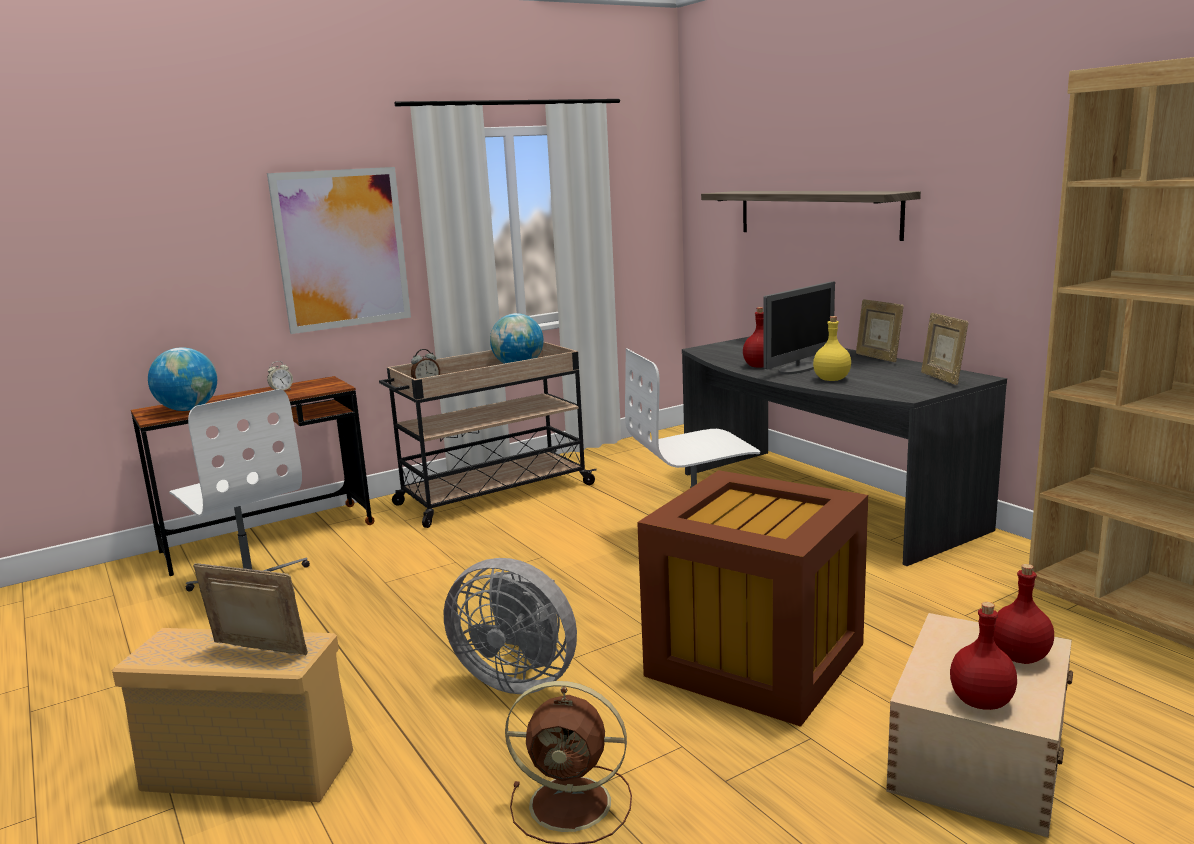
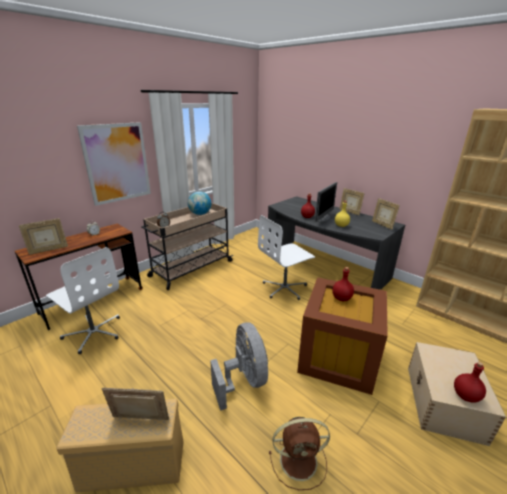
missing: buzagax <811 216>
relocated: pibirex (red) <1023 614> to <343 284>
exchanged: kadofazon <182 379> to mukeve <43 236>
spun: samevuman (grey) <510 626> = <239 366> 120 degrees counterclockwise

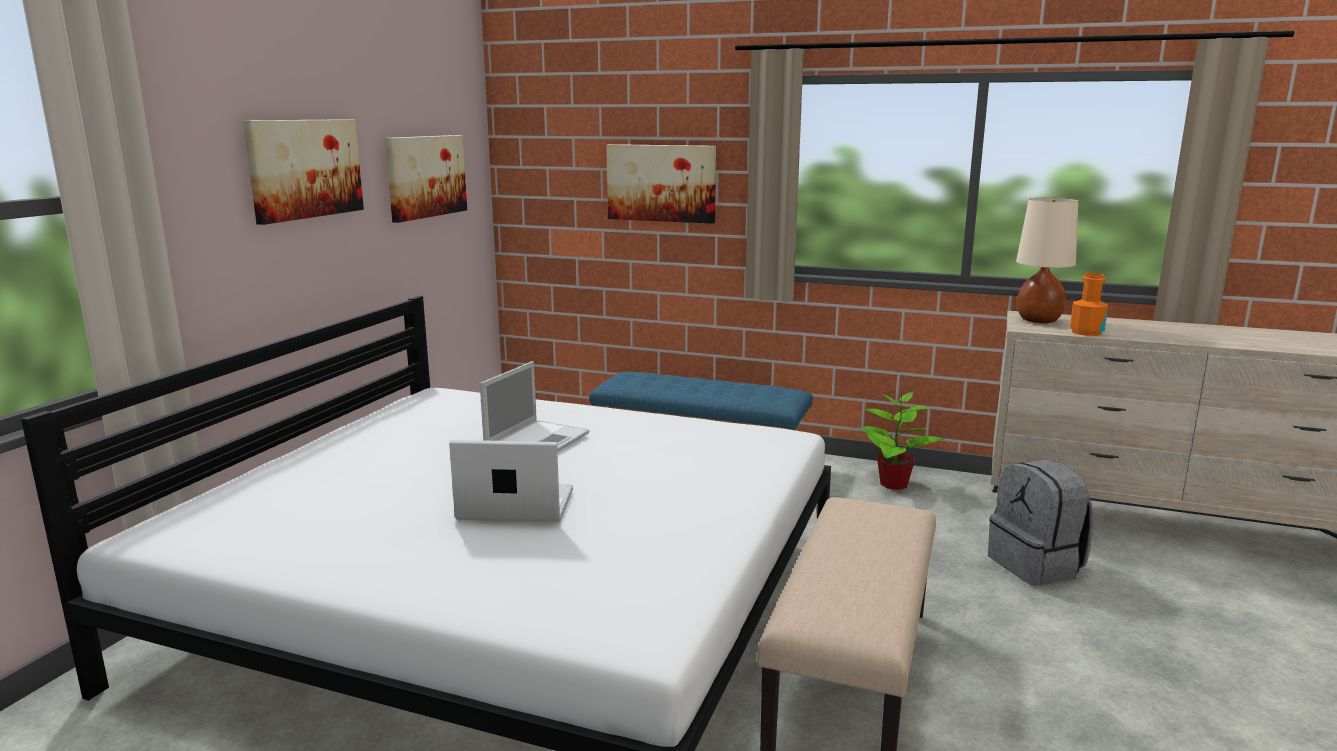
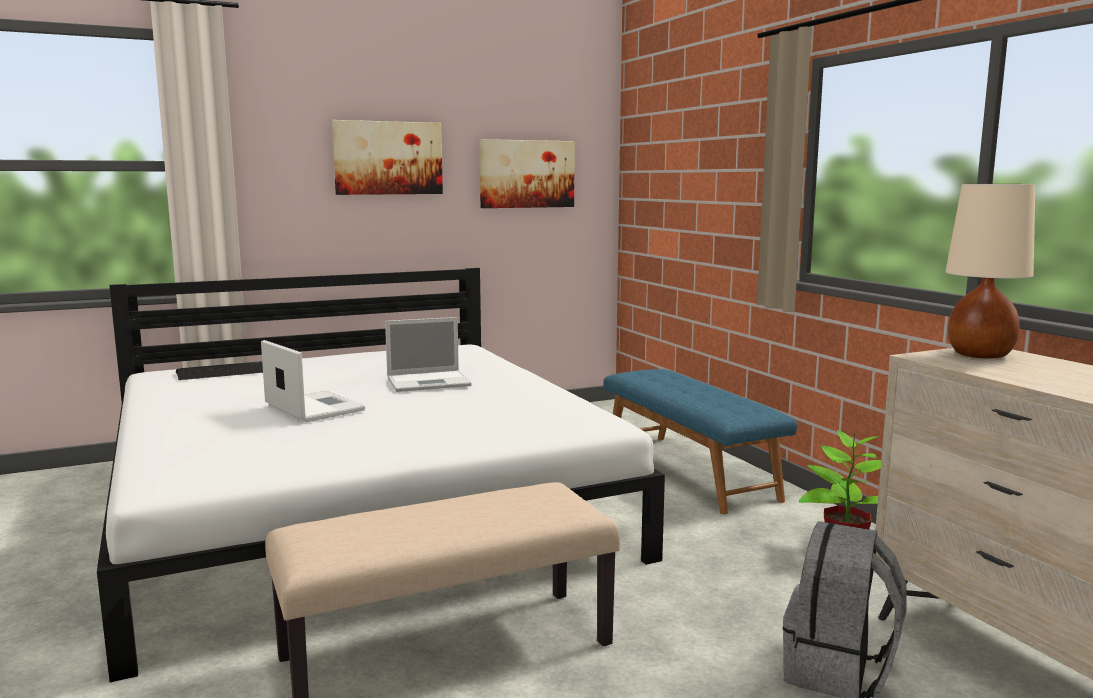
missing: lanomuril <661 183>; pibirex (orange) <1089 304>
appeared: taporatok <219 370>

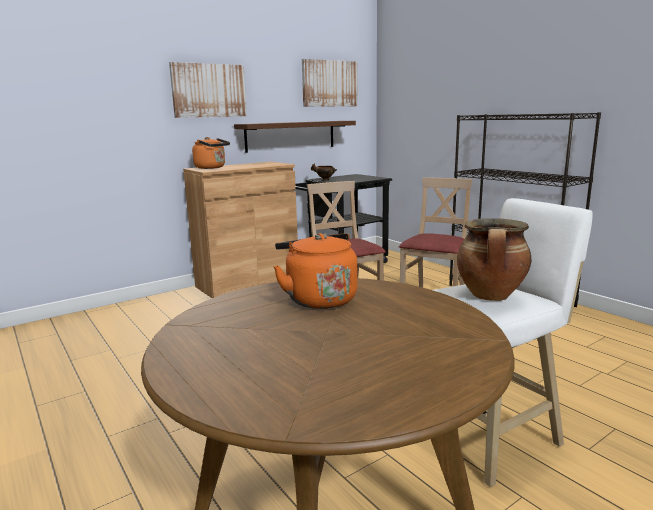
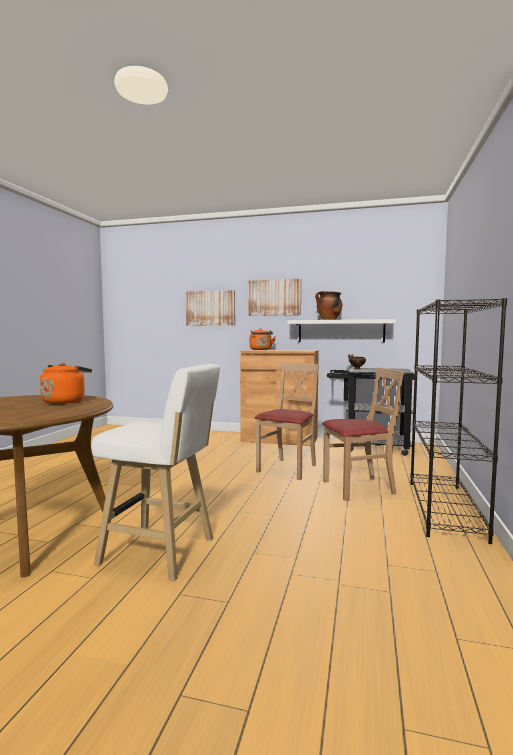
relocated: lanomuril <330 83> to <210 308>; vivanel <494 259> to <328 305>
colour: buzagax (brown) <295 137> to buzagax (white) <341 330>

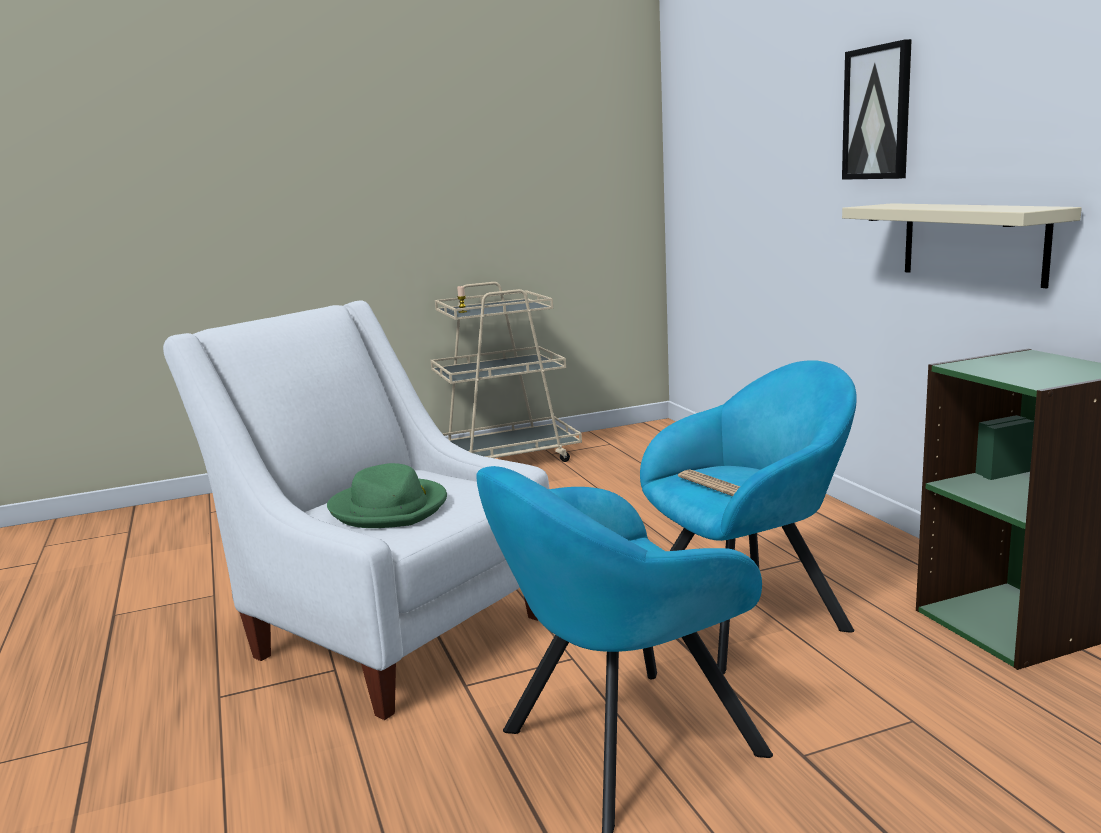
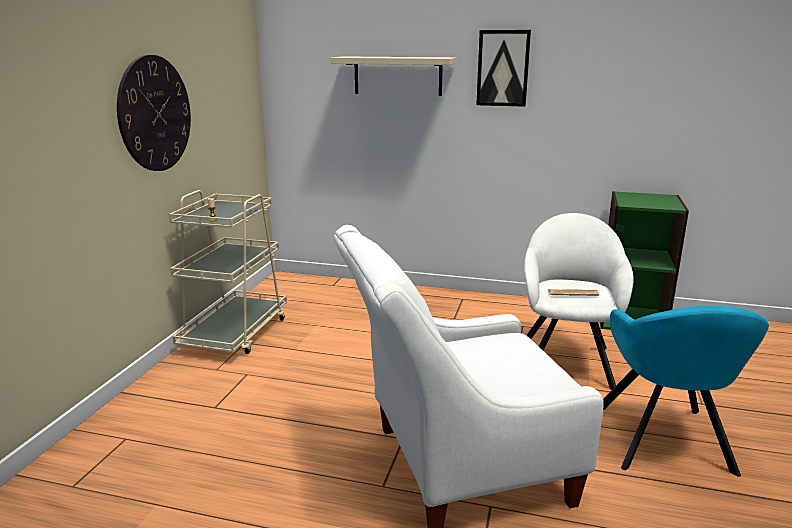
missing: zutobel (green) <387 495>
appeared: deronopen <154 113>
relocated: buzagax (beige) <962 245> to <393 76>
colour: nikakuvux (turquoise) <748 517> to nikakuvux (white) <579 301>

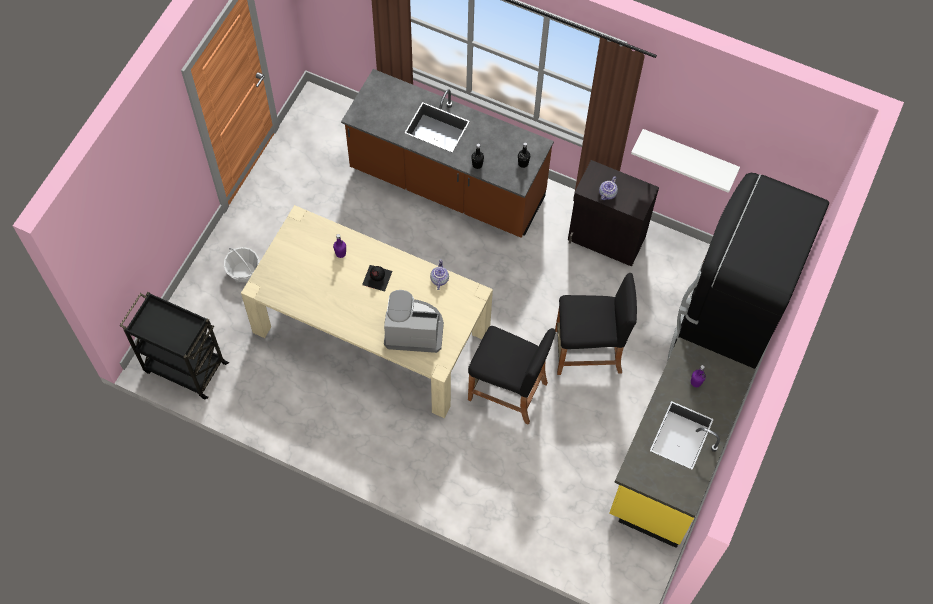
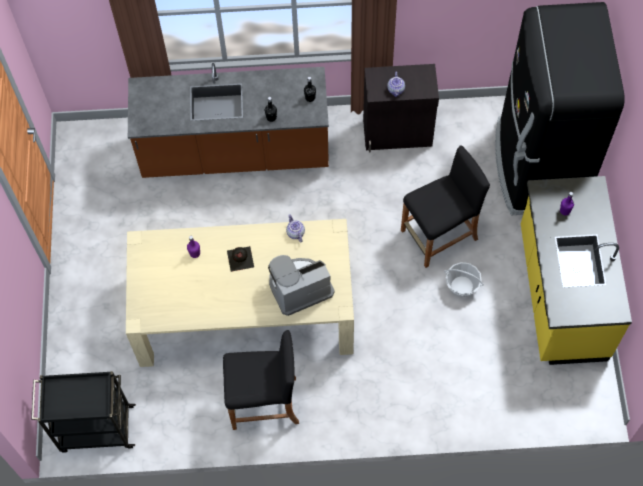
missing: buzagax (white) <685 161>
relocated: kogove <242 264> to <464 279>; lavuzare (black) <511 375> to <261 380>

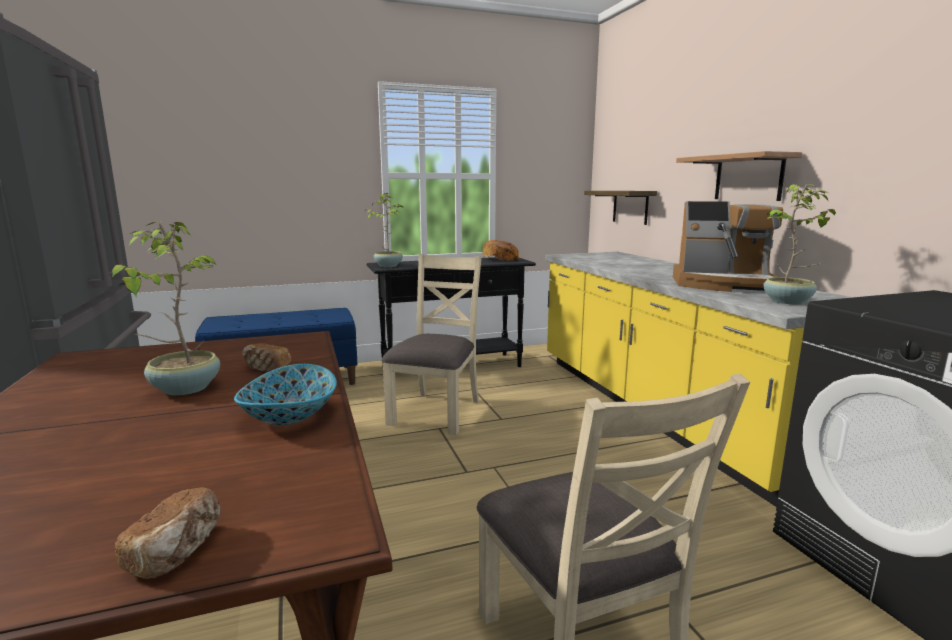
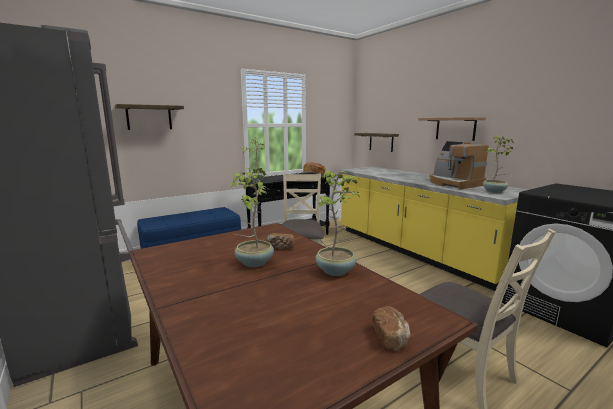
appeared: buzagax <149 117>
exchanged: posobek <285 394> to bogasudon <337 223>
spun: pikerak <728 246> = <459 165> 60 degrees clockwise

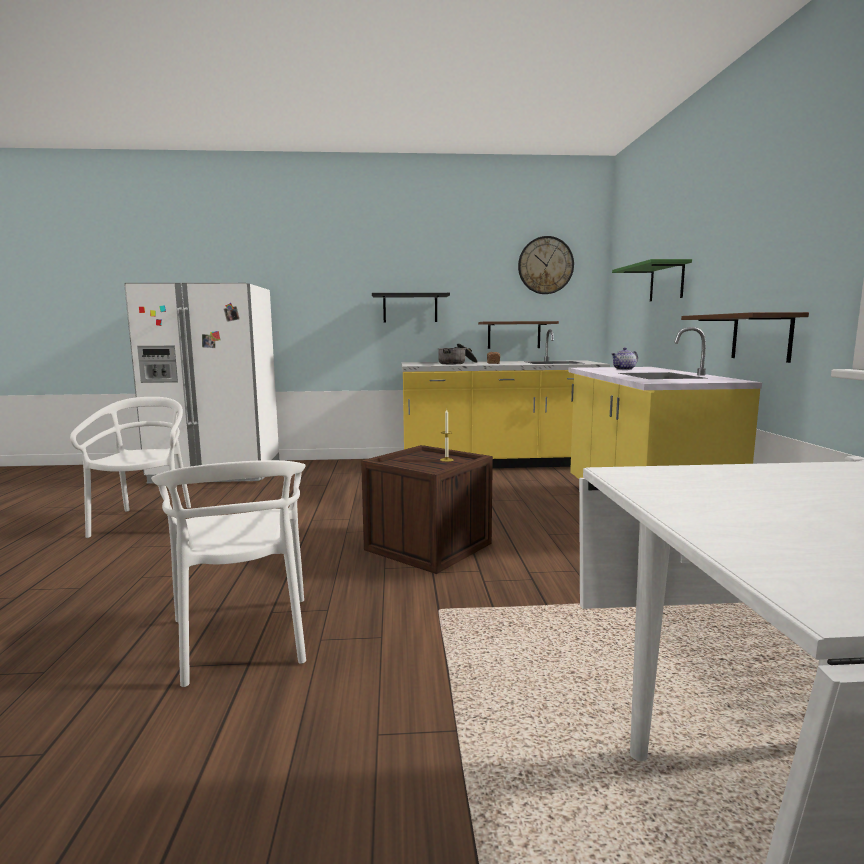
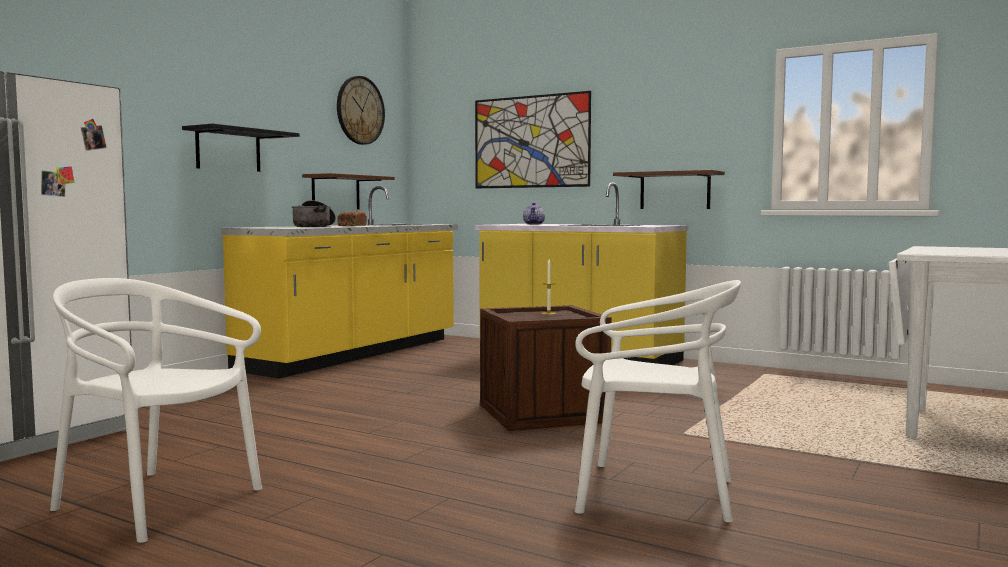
exchanged: buzagax (green) <652 280> to lanomuril <533 139>

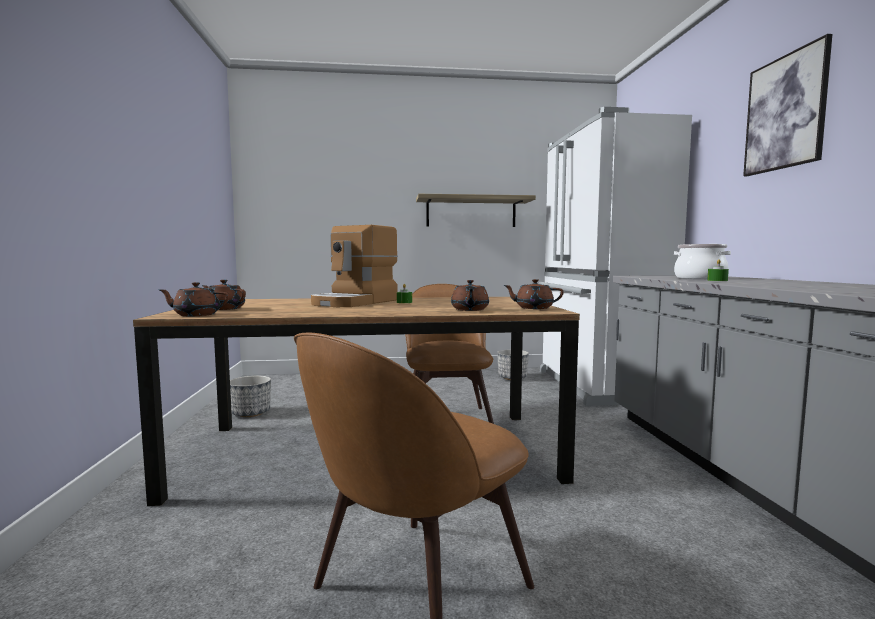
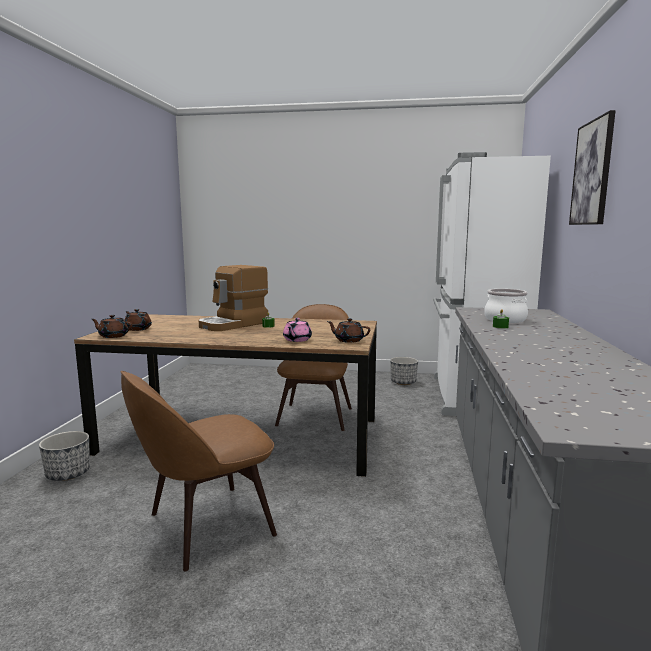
missing: buzagax <476 210>
relocated: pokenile <250 396> to <64 456>
colour: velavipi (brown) <470 295> to velavipi (pink) <297 330>

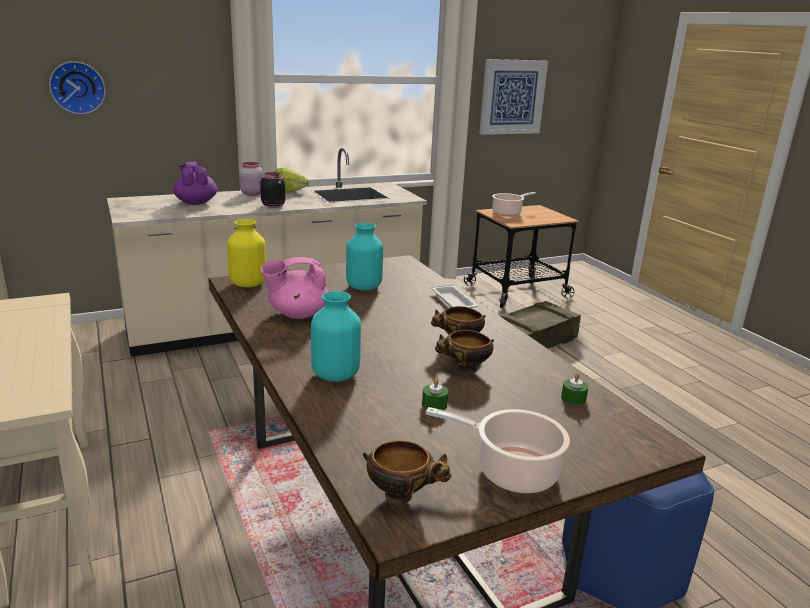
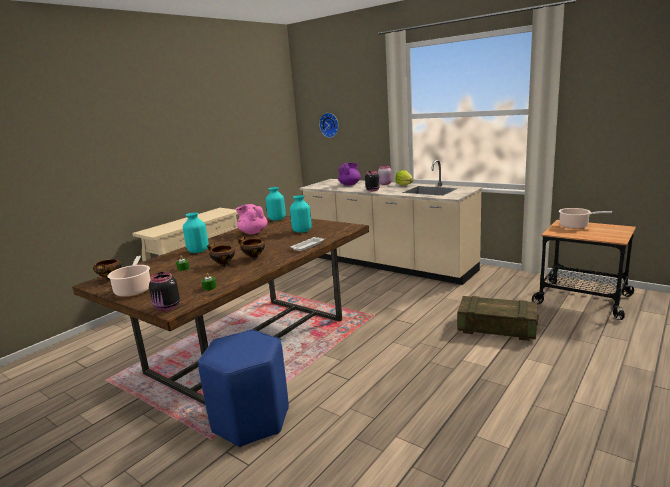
missing: lanomuril <513 97>
appeared: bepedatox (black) <164 291>
colour: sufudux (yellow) <246 253> to sufudux (turquoise) <276 204>

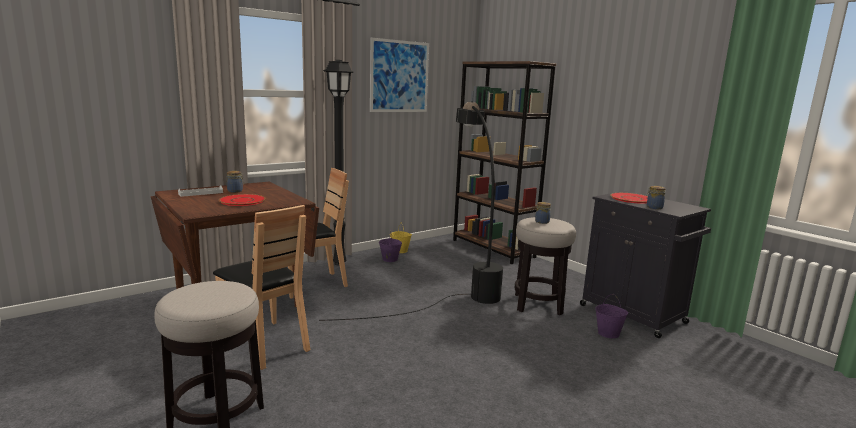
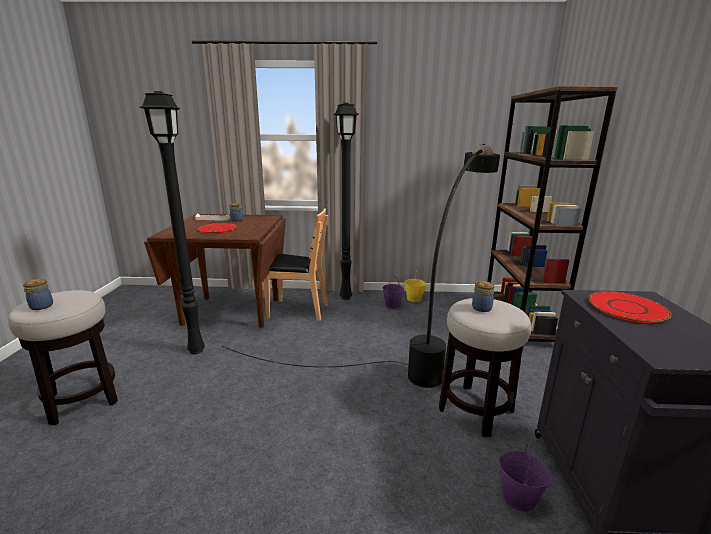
missing: lanomuril <399 75>
relocated: bepedatox <656 197> to <38 294>
exchanged: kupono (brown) <261 287> to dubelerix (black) <172 222>

